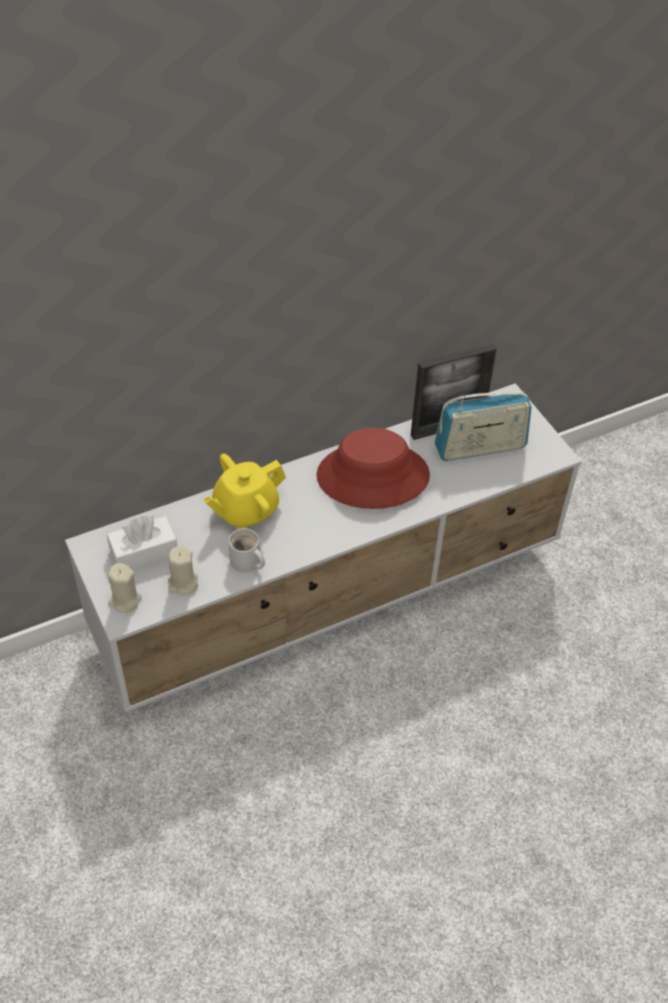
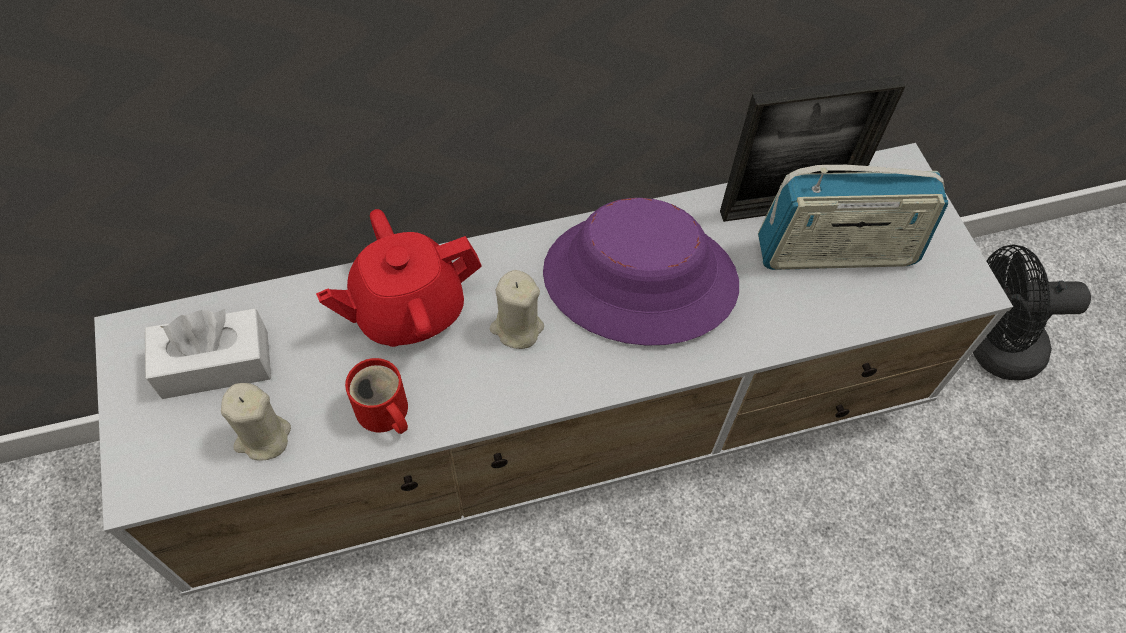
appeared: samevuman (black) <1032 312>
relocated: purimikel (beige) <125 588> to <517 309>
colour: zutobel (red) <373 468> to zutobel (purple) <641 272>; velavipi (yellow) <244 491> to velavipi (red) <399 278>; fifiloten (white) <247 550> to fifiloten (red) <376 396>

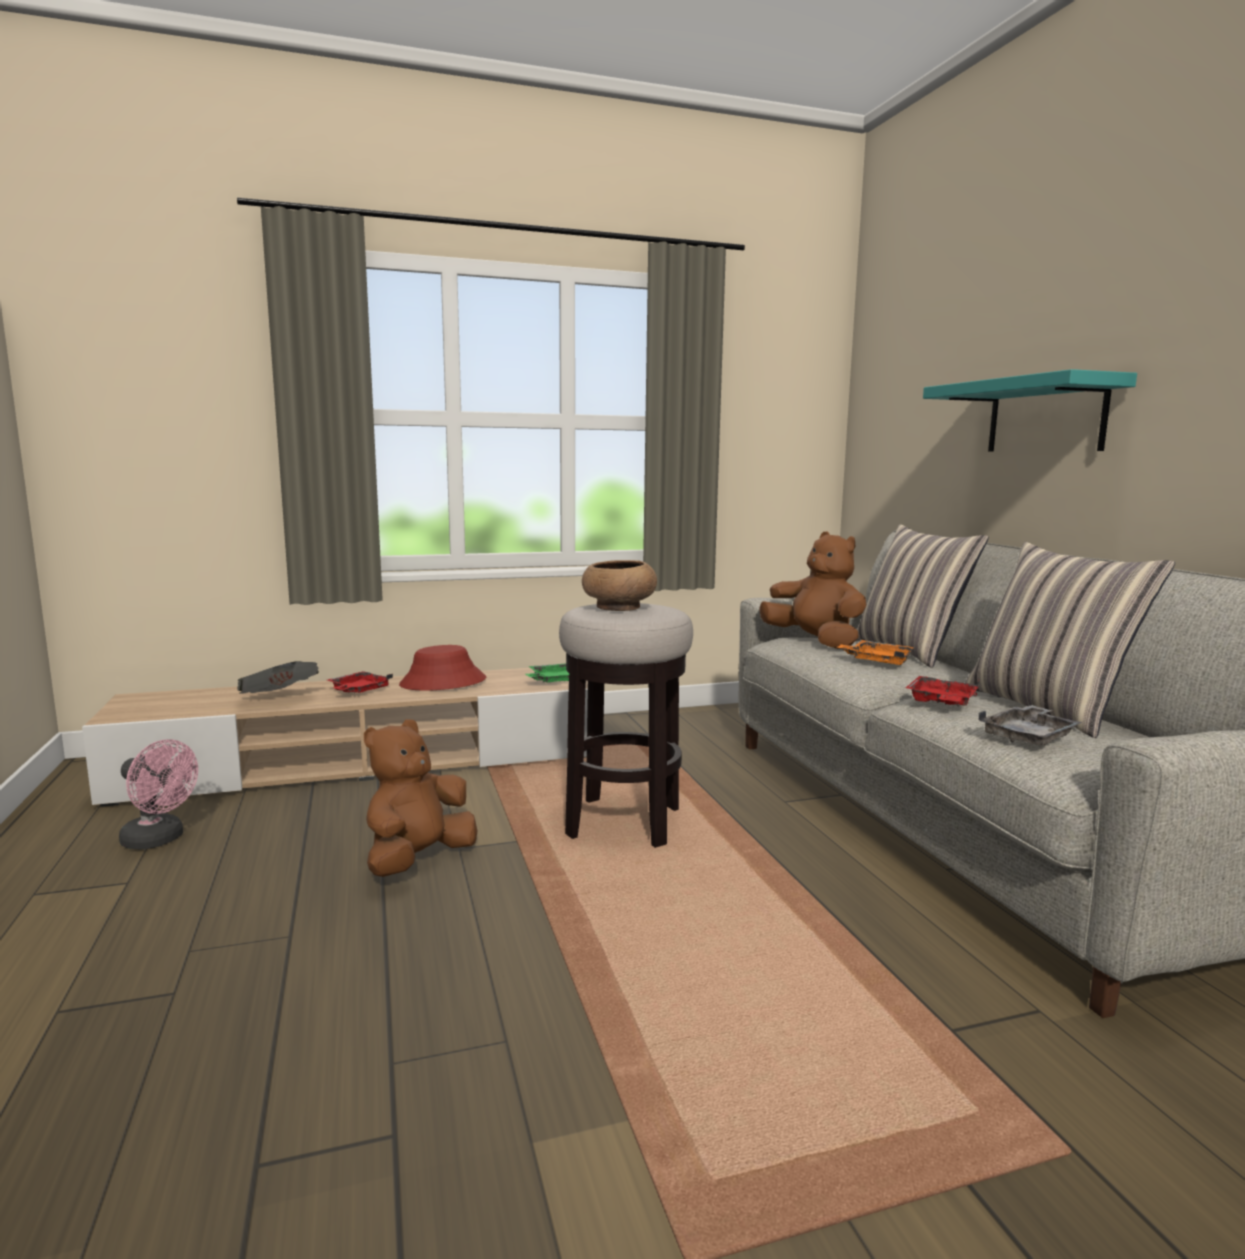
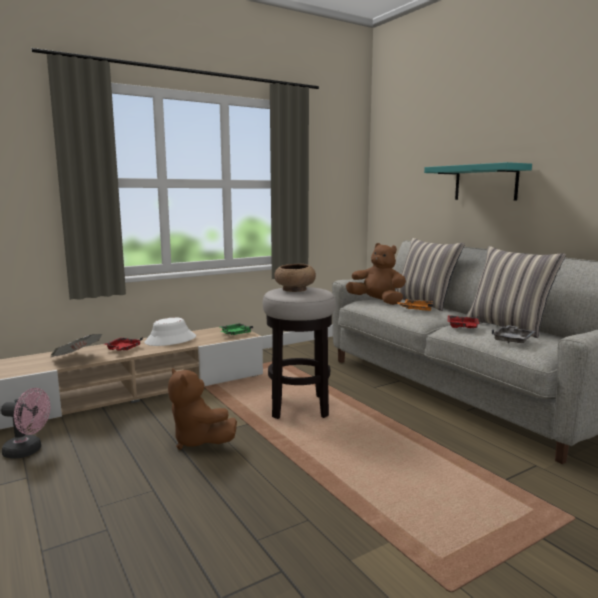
colour: zutobel (red) <442 668> to zutobel (white) <170 332>
spun: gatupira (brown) <421 798> = <202 408> 60 degrees counterclockwise

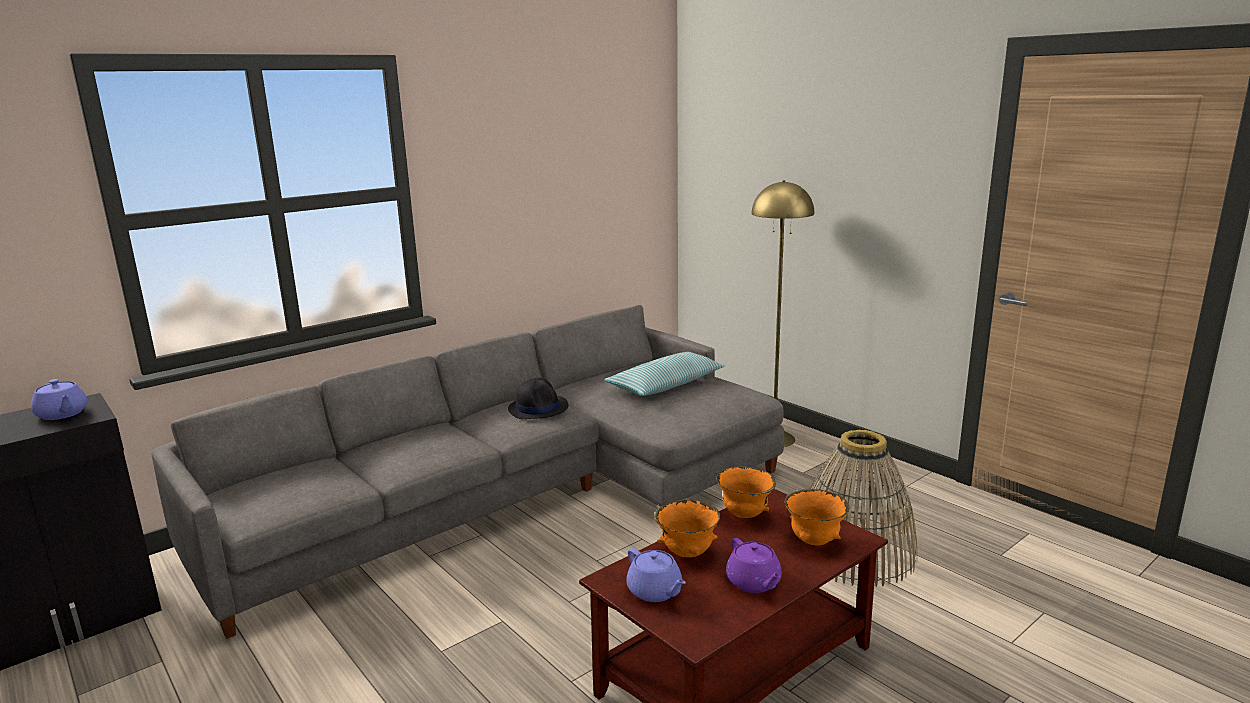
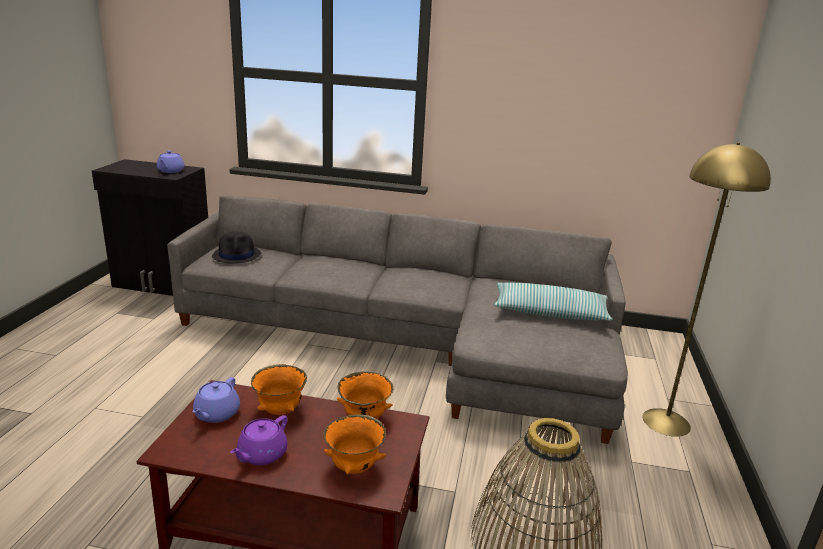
relocated: zutobel (black) <538 398> to <236 247>

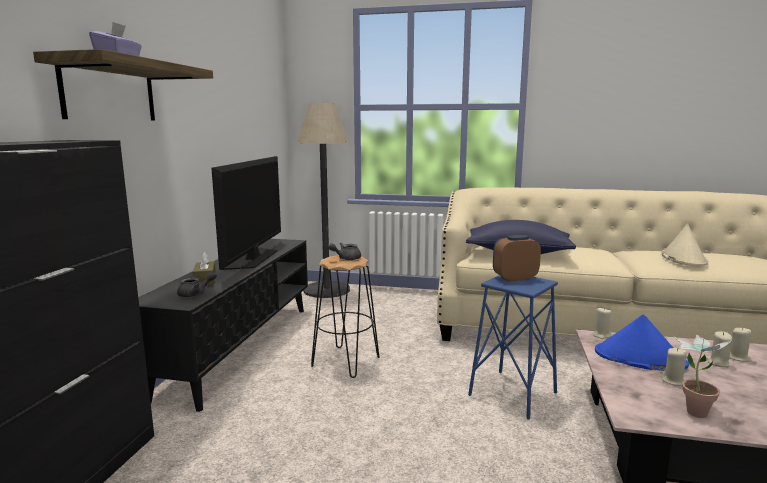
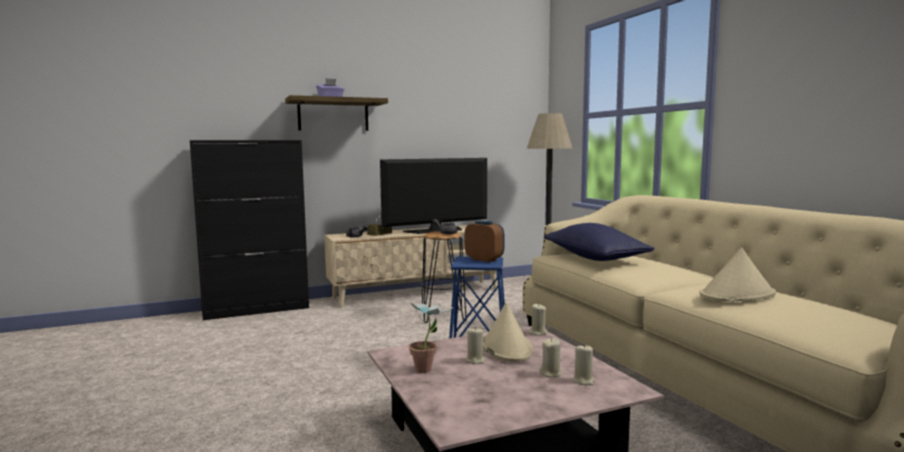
colour: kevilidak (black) <223 325> to kevilidak (beige) <413 266>; zutobel (blue) <642 342> to zutobel (beige) <508 332>

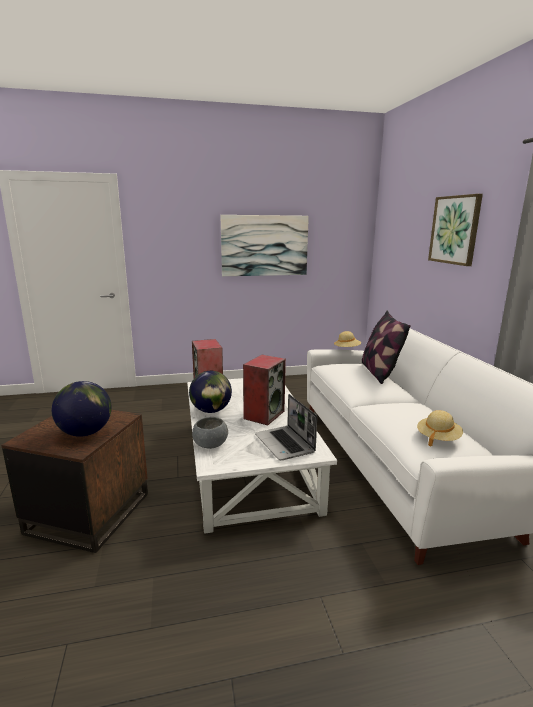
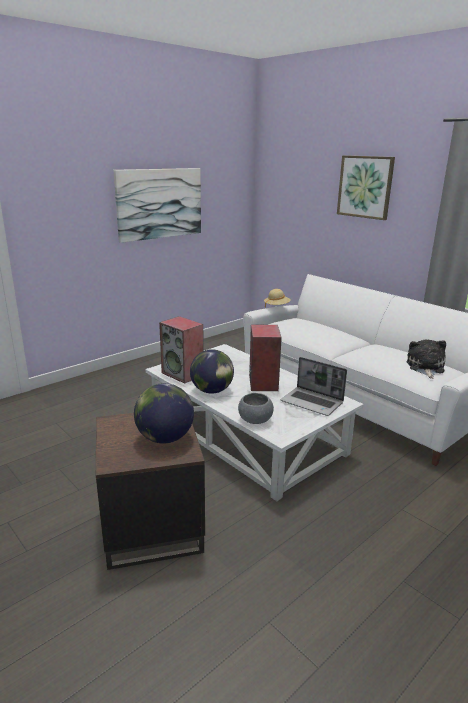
missing: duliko <386 347>
exchanged: zutobel (beige) <440 428> to gatupira <426 359>

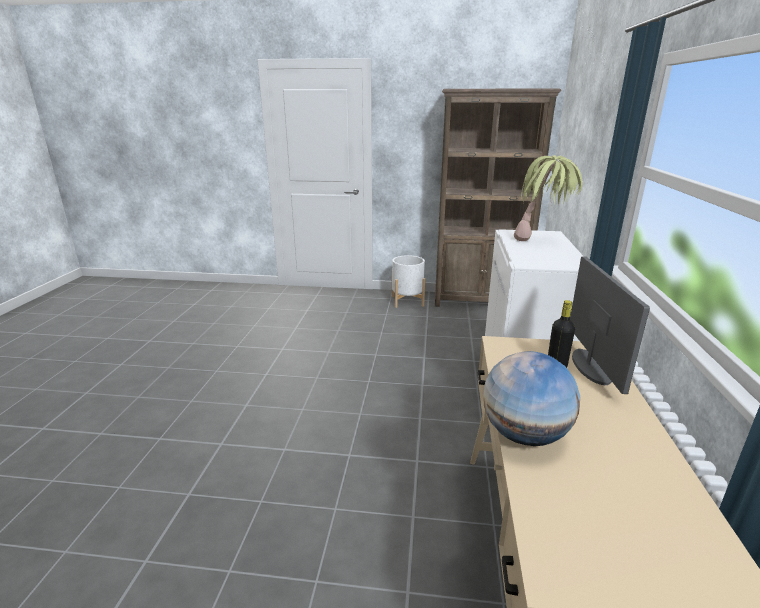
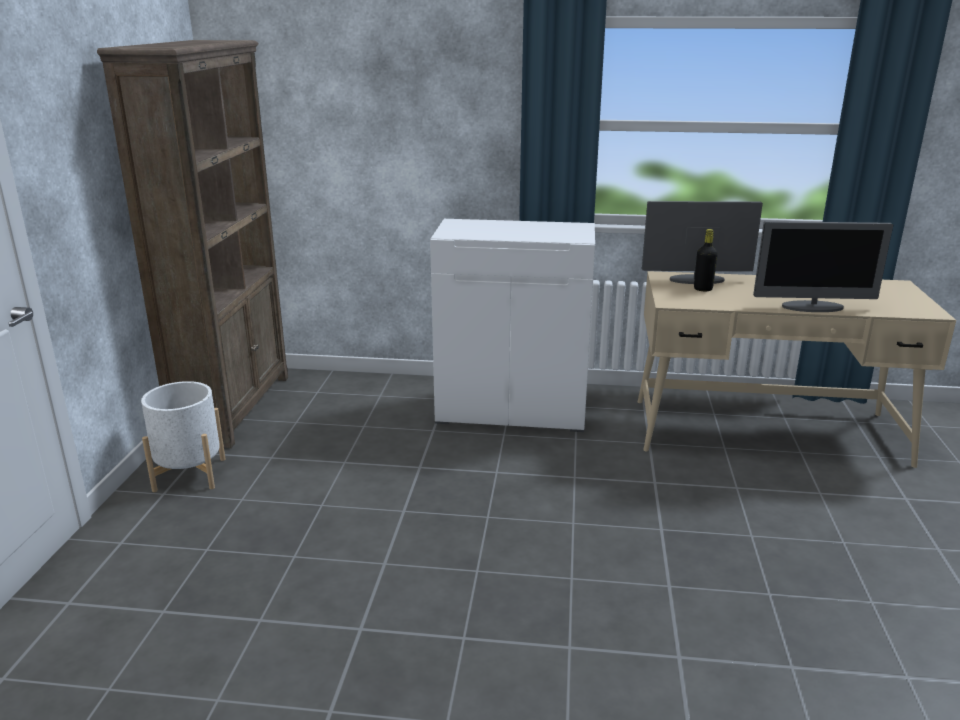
missing: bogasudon <548 198>
exchanged: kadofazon <531 398> to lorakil <823 266>

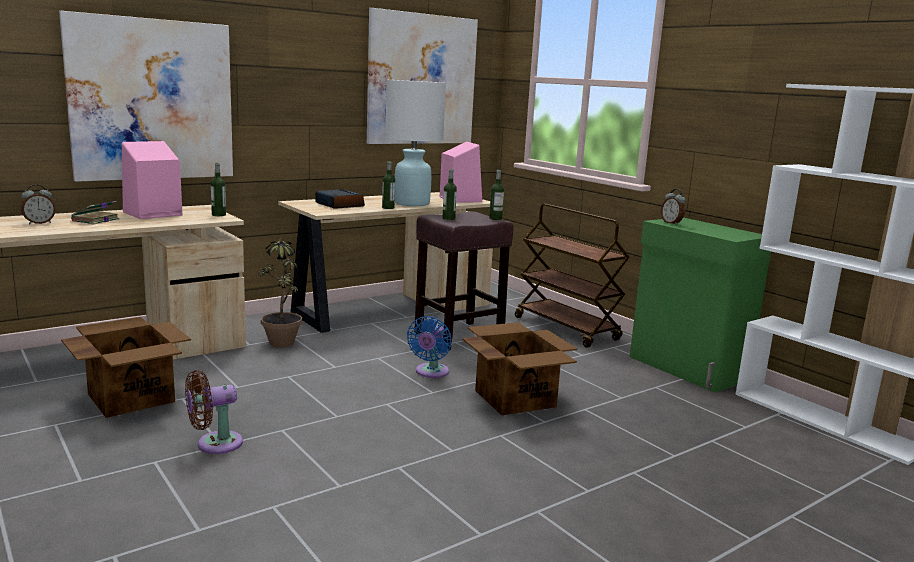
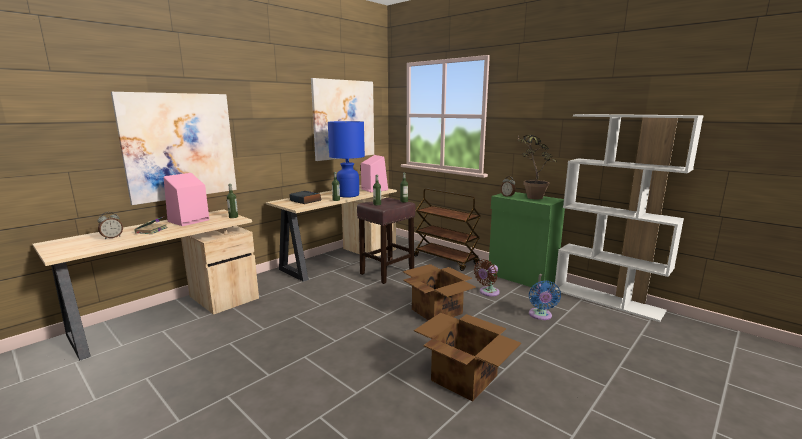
relocated: bogasudon <280 292> to <537 166>; samevuman (blue) <429 347> to <545 300>; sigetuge <126 367> to <467 357>; samevuman (brown) <214 412> to <487 277>
colour: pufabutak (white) <415 143> to pufabutak (blue) <346 159>

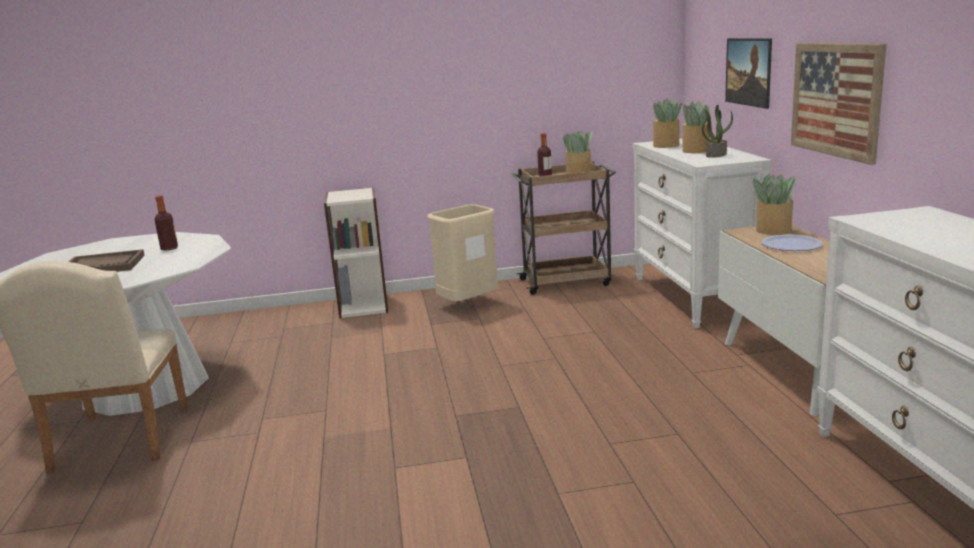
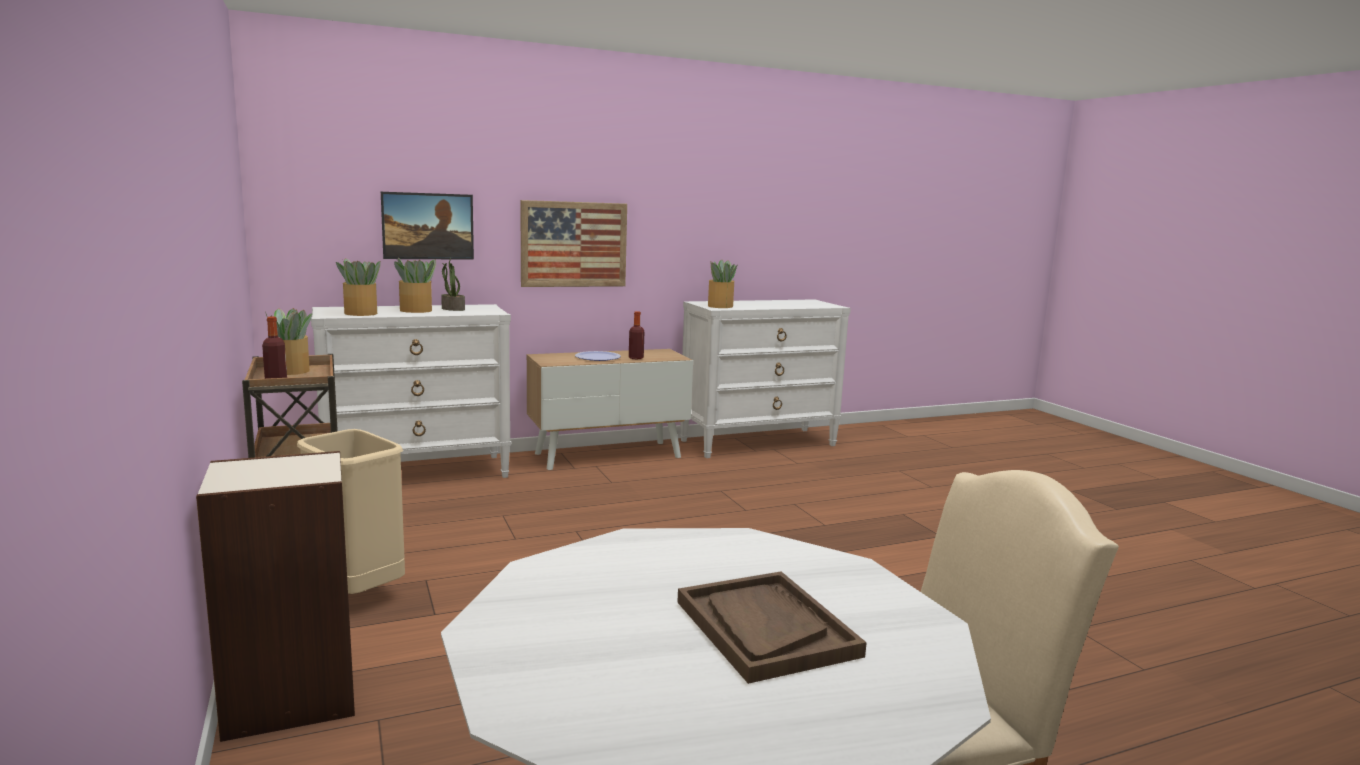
relocated: bogasudon <774 204> to <723 284>; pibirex <166 223> to <636 335>

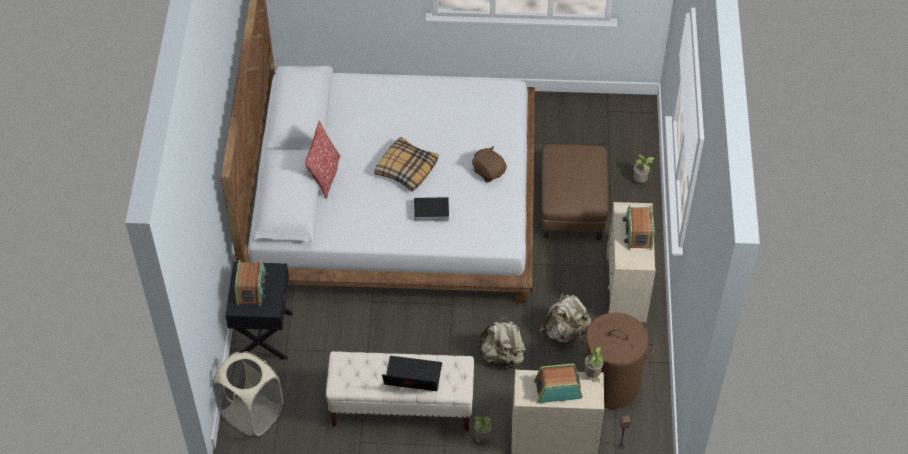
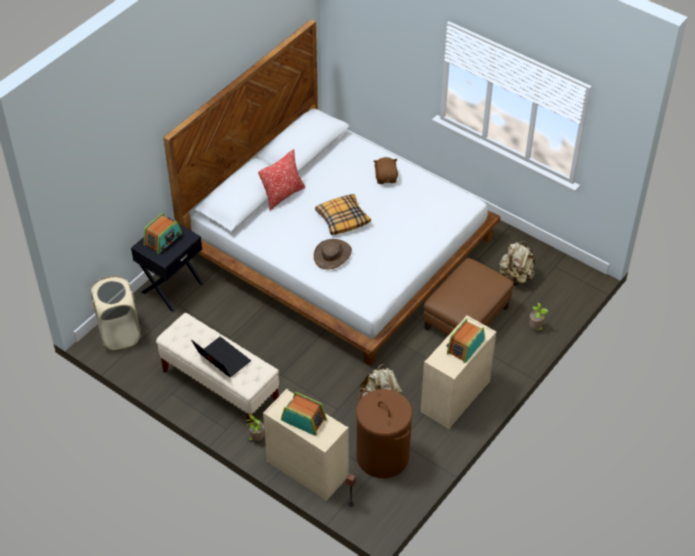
missing: bogasudon <594 364>
relocated: gatupira (brown) <489 164> to <386 170>; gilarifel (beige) <502 343> to <517 263>
exchanged: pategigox <428 209> to zutobel (brown) <333 254>

